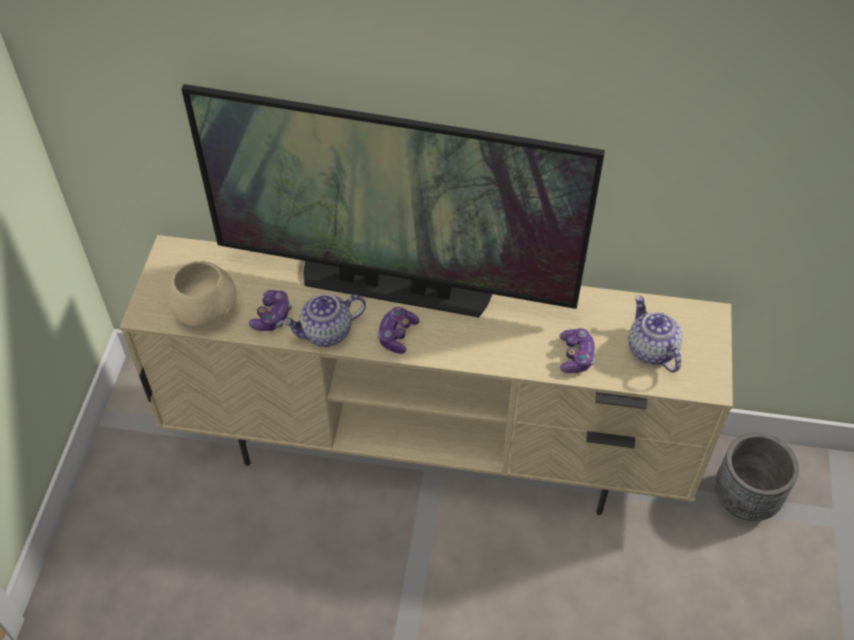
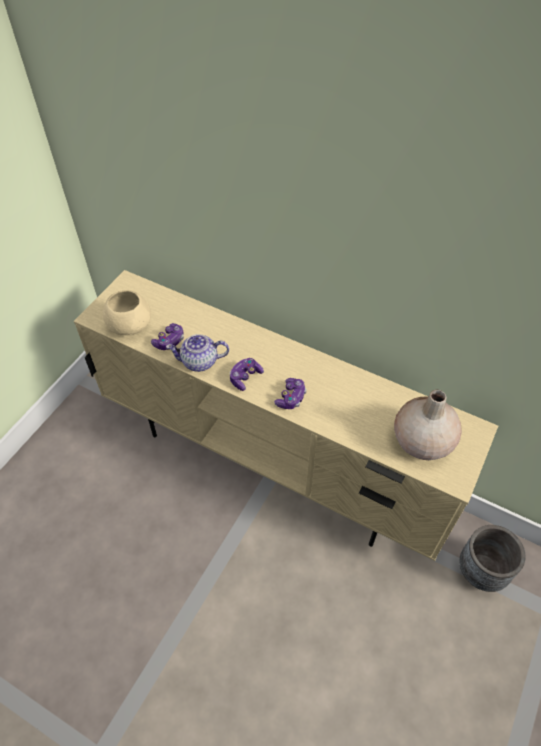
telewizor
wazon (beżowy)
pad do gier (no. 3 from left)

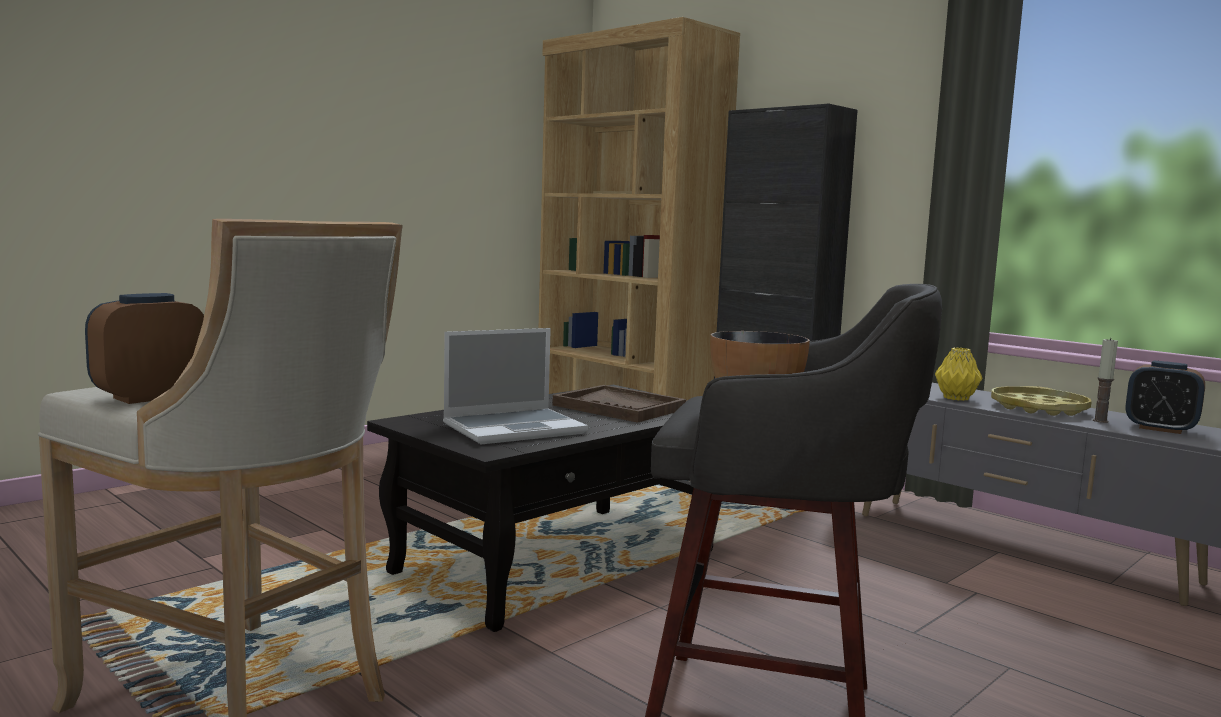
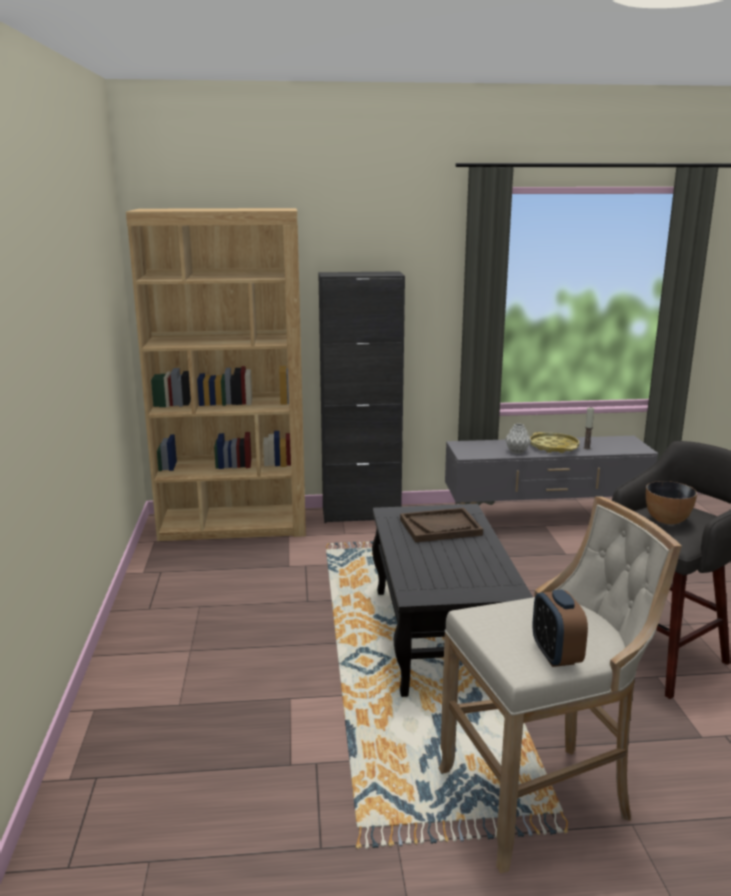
laptop
wazon (szary)
budzik (no. 2 from left in the first image)

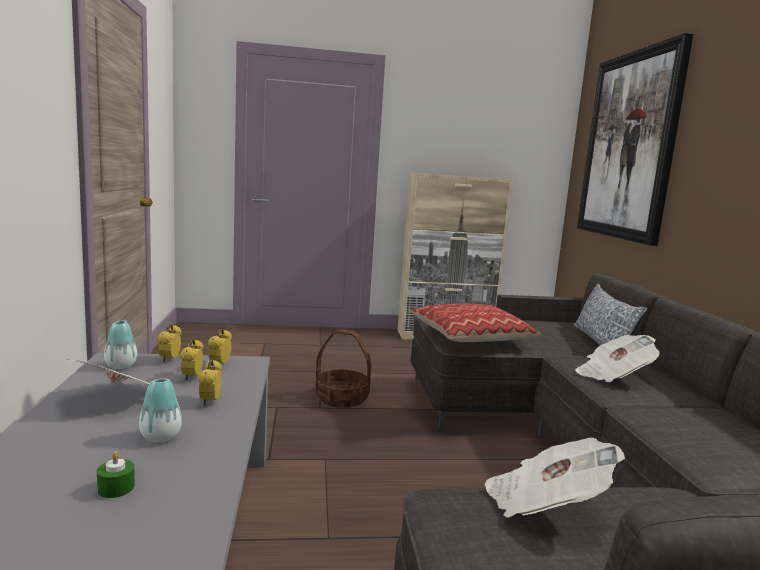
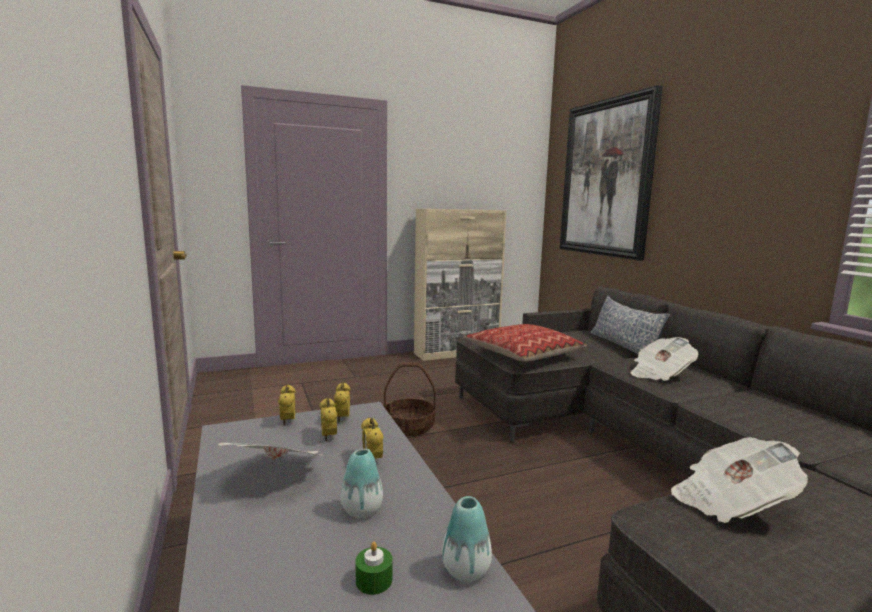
wazon (no. 2 from left)

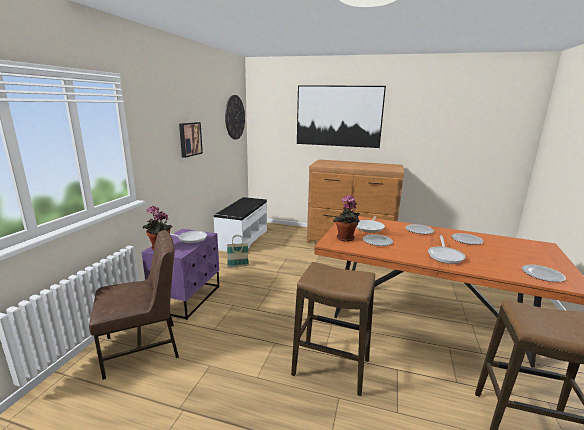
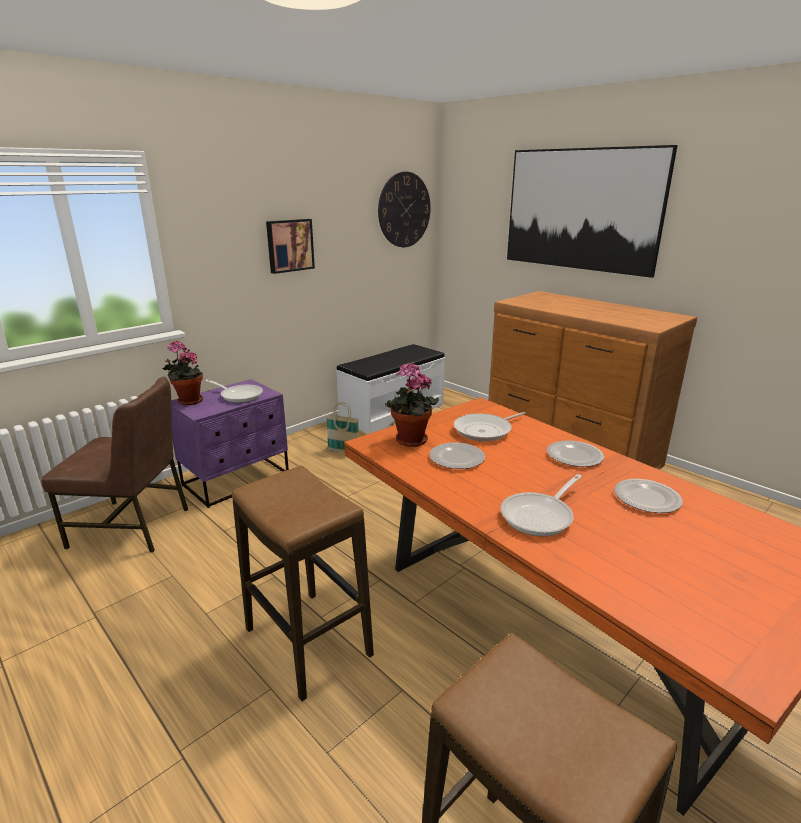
talerz (no. 4 from left in the first image)

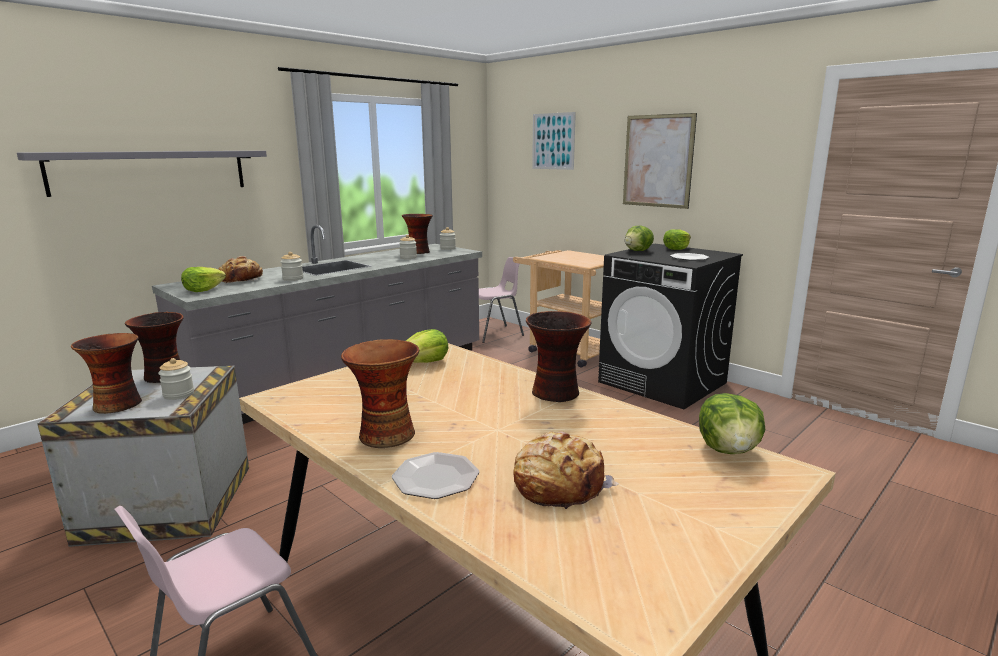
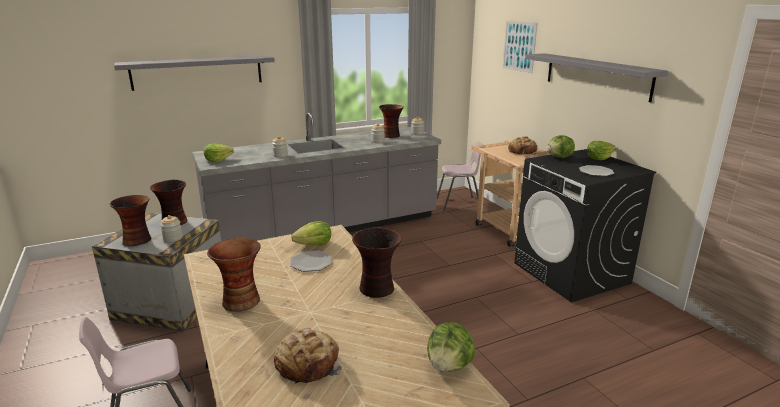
półka (szary) (no. 2 from left)
chleb (no. 2 from left)
talerz (no. 1 from left)

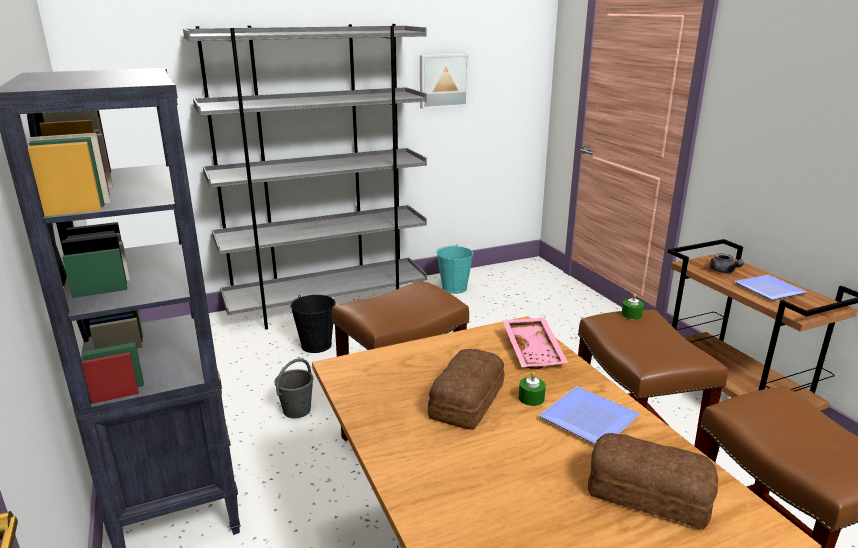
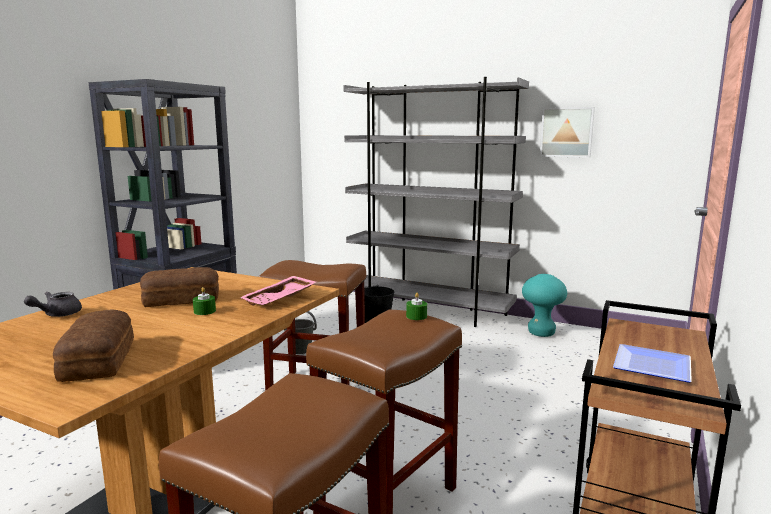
stołek (turkusowy)
imbryk (szary)
talerz (no. 1 from left in the first image)

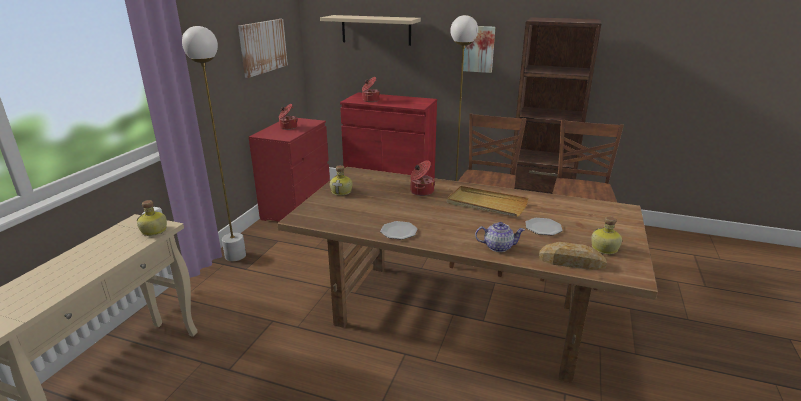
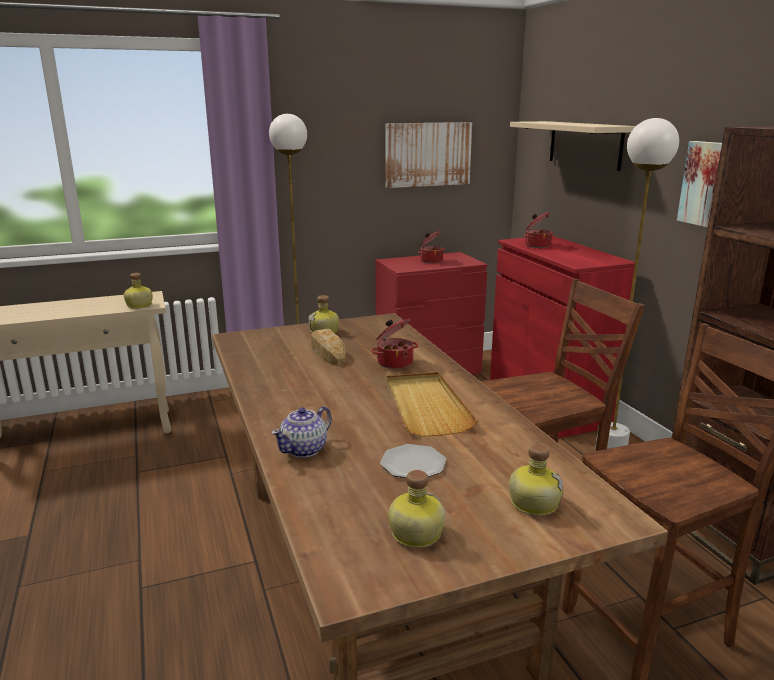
talerz (no. 1 from left in the first image)
imbryk
chleb
butelka (no. 4 from left)

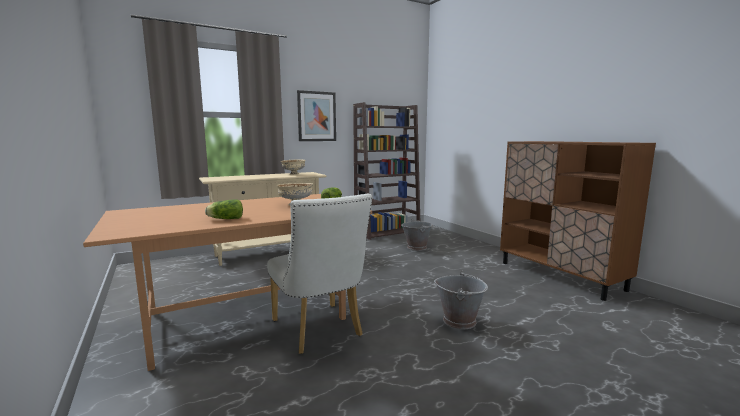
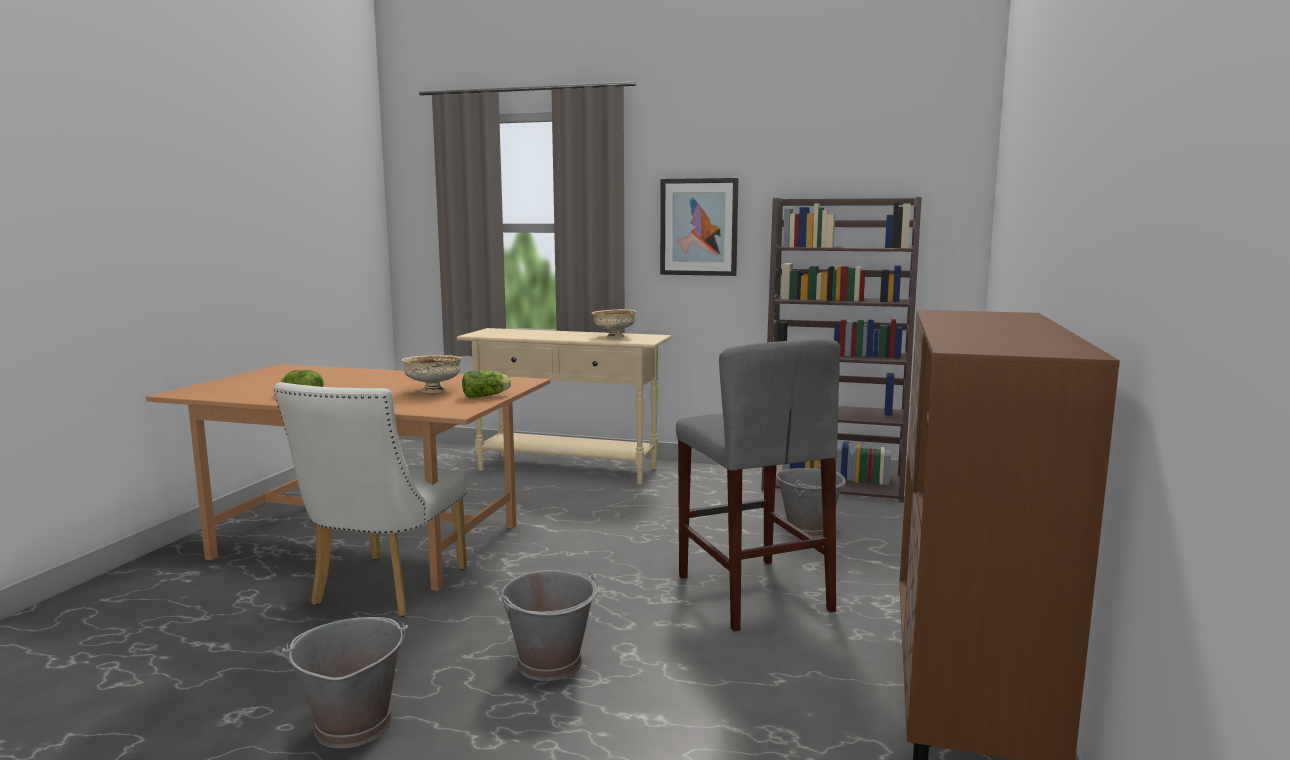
stołek (szary)
wiadro (szary) (no. 1 from left)

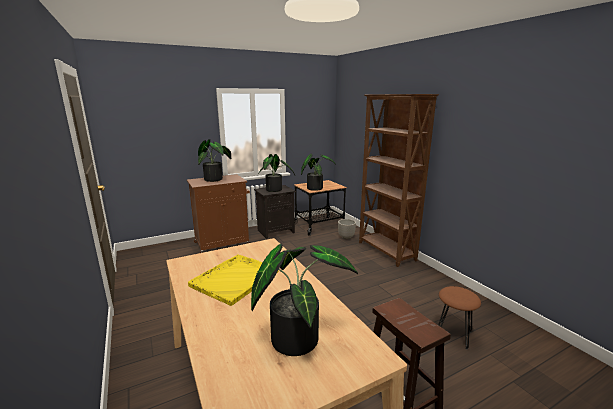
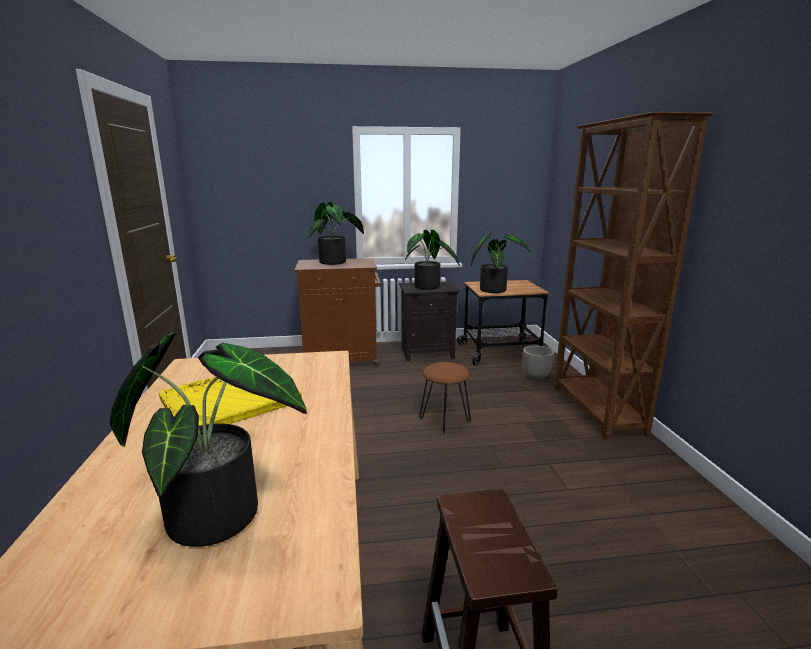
stołek (brązowy) (no. 1 from left)

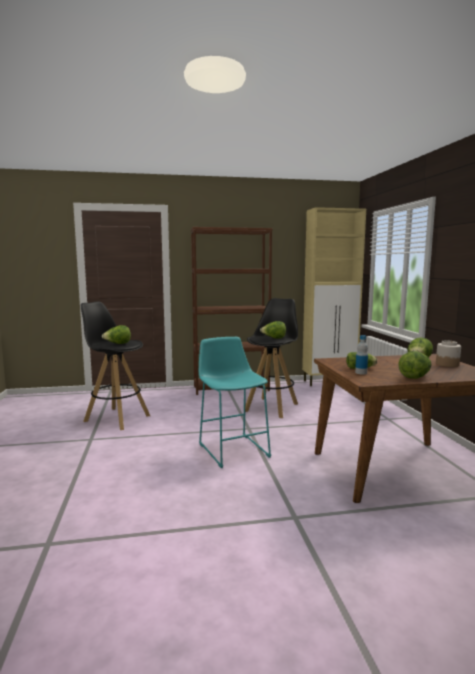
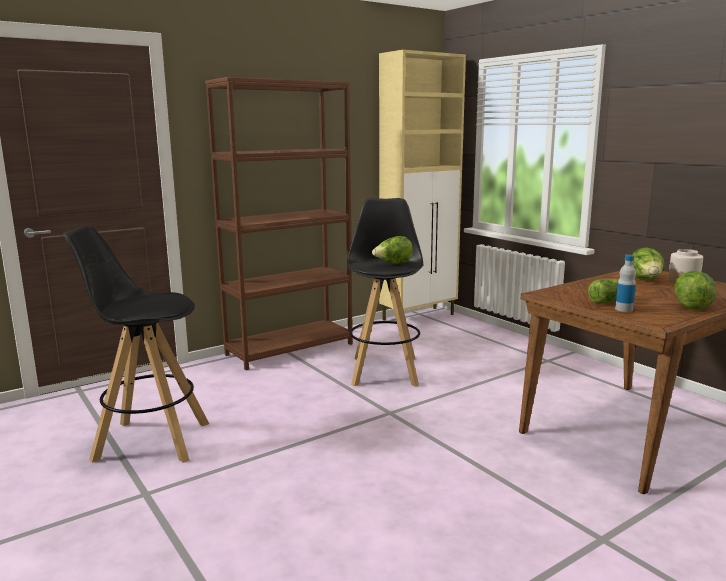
sałata (no. 1 from left in the first image)
stołek (turkusowy)

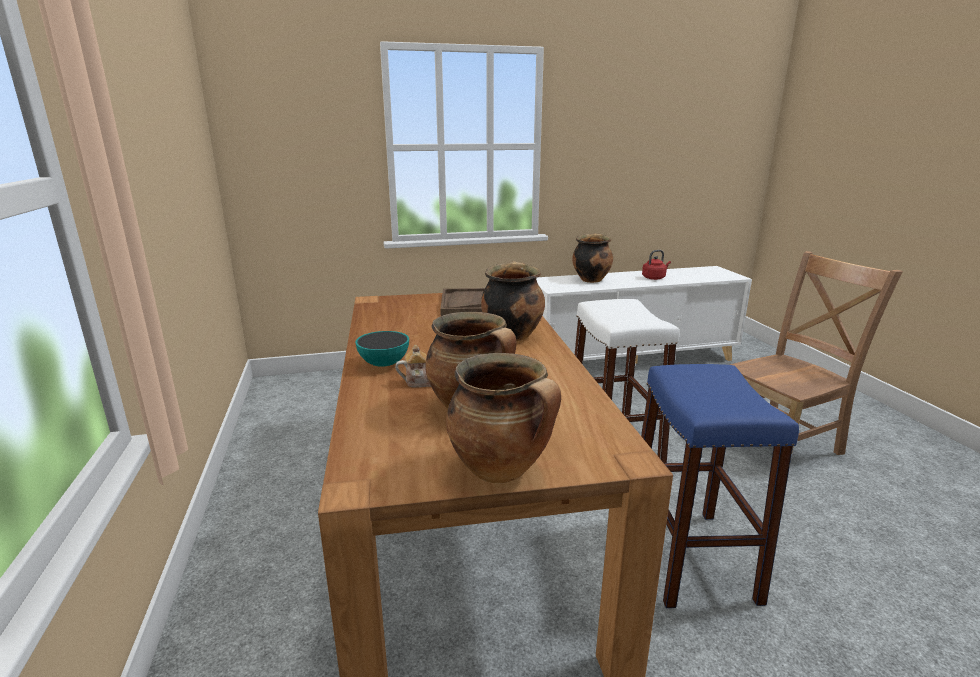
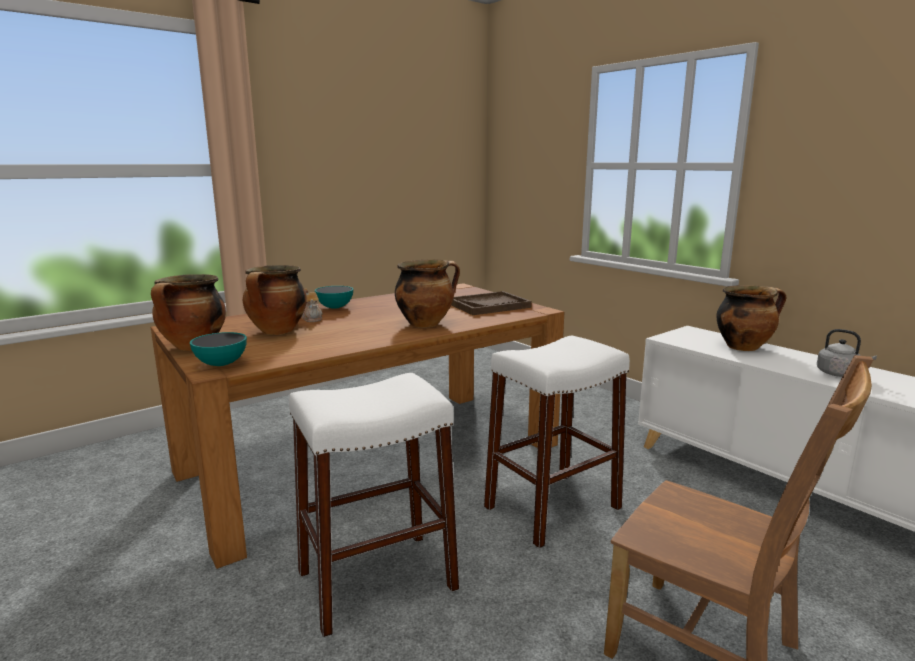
czajnik (szary)
stołek (biały) (no. 1 from left)
miska (no. 1 from left)

